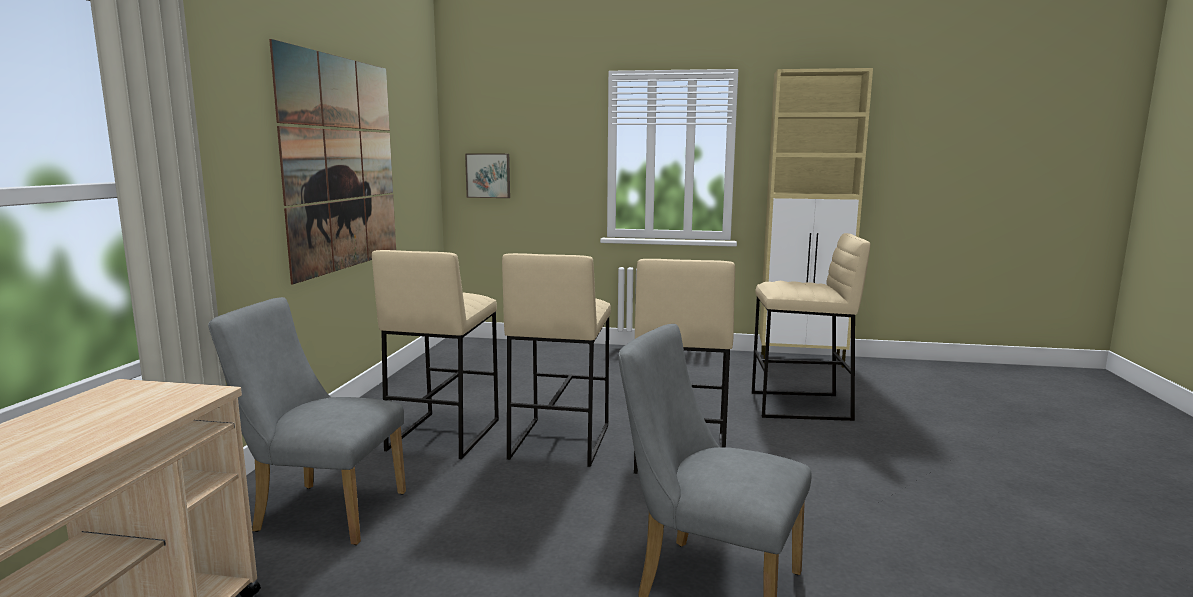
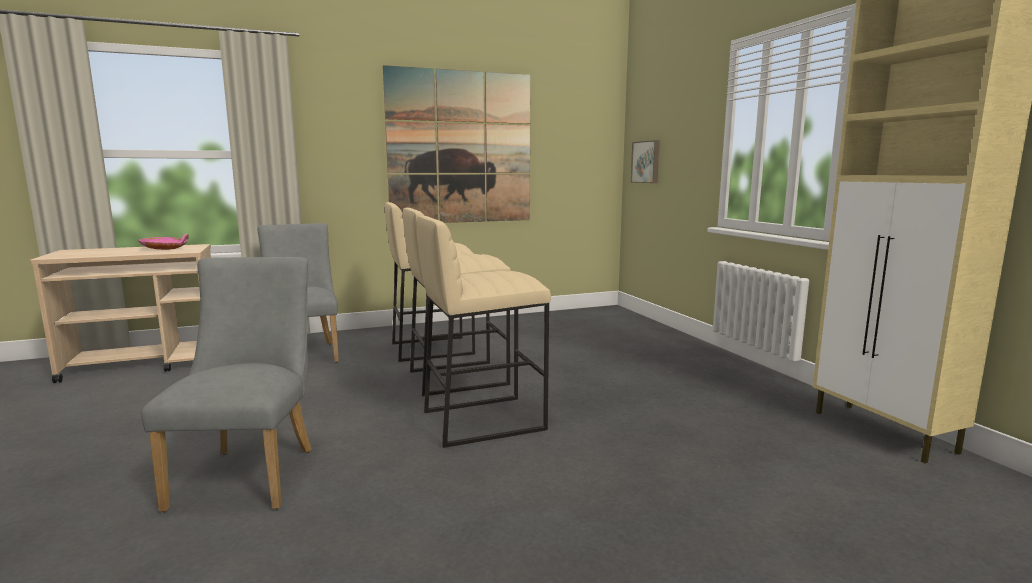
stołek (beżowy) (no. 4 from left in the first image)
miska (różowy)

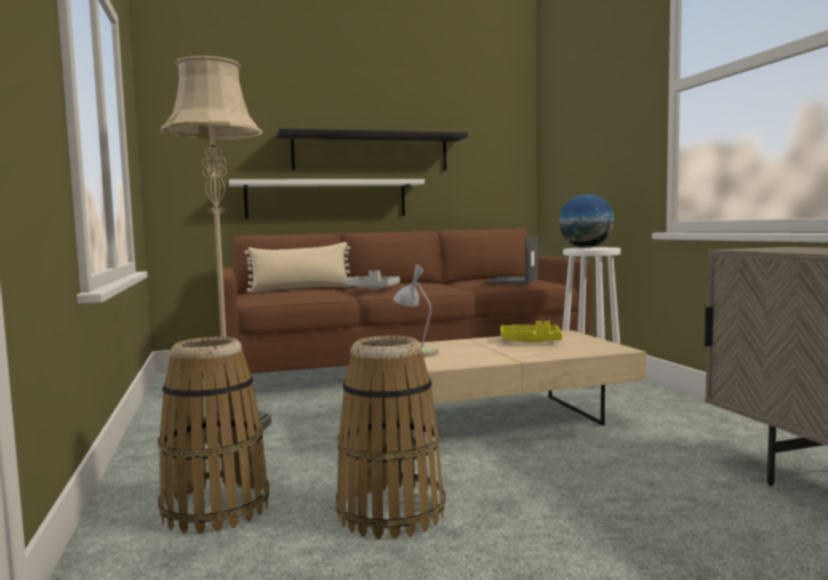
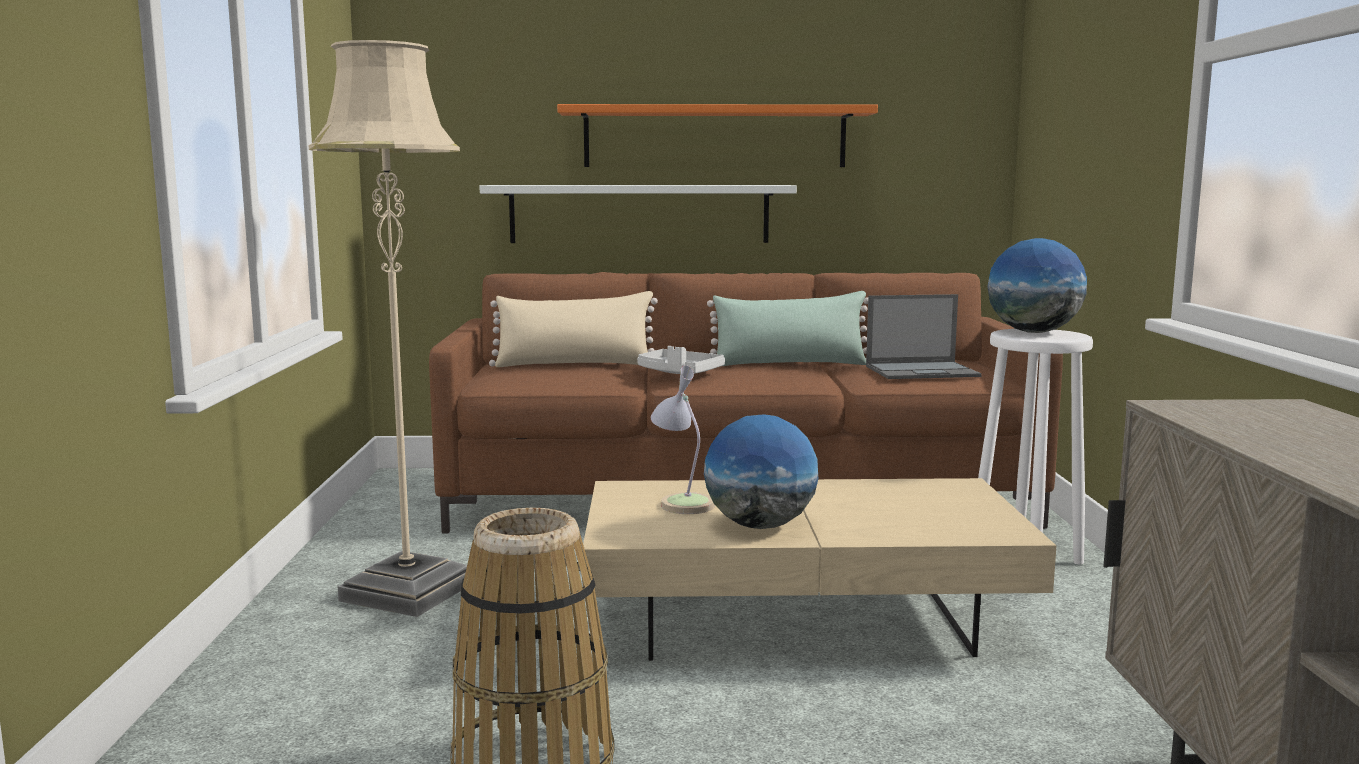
półka (pomarańczowy)
laptop
taca (żółty)
koszyk (no. 1 from left in the first image)
poduszka (zielony)
globus (no. 1 from left)

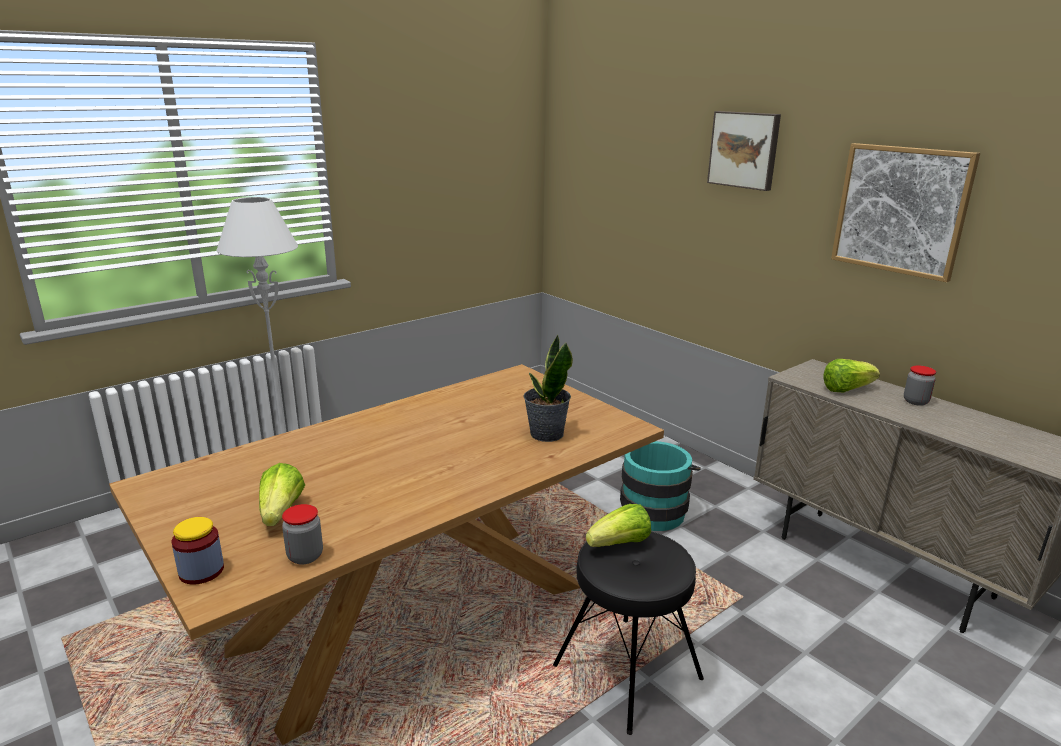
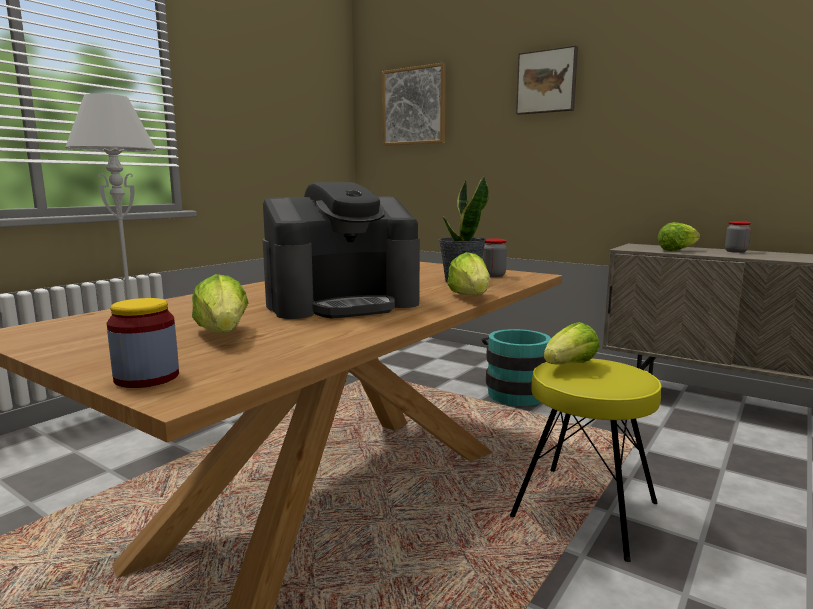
obraz (no. 1 from left)
słoik (no. 2 from left)
stołek (żółty)
ekspres do kawy
sałata (no. 2 from left)

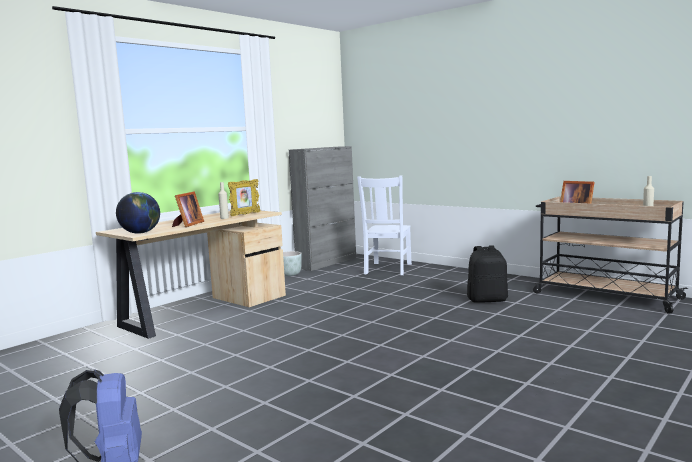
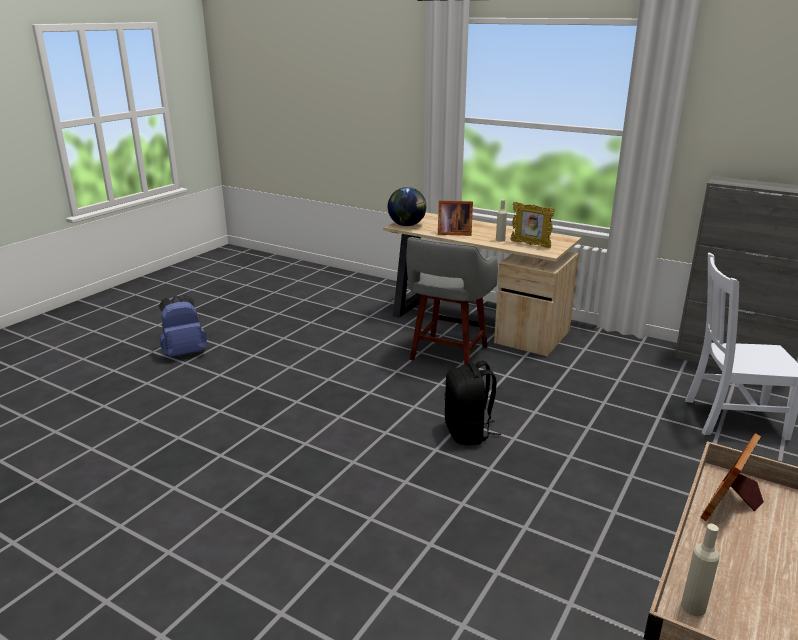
plecak (czarny)
donica (szary)
stołek (szary)

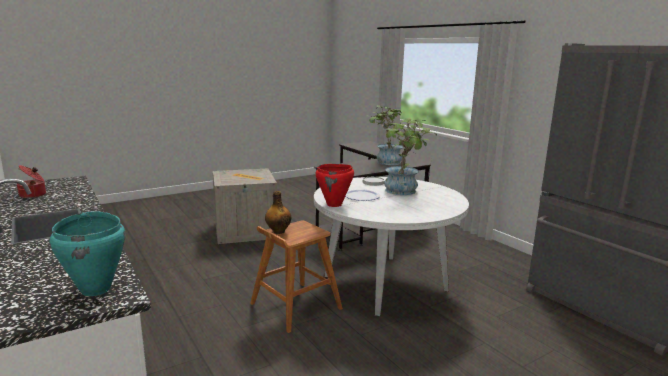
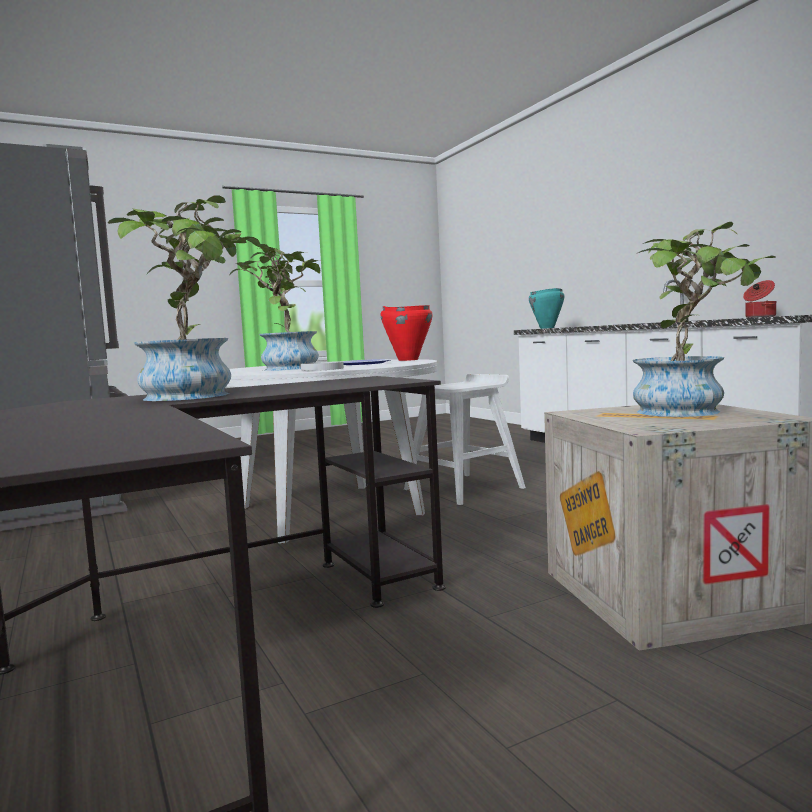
butelka
stołek (biały)
roślina doniczkowa (no. 3 from left)

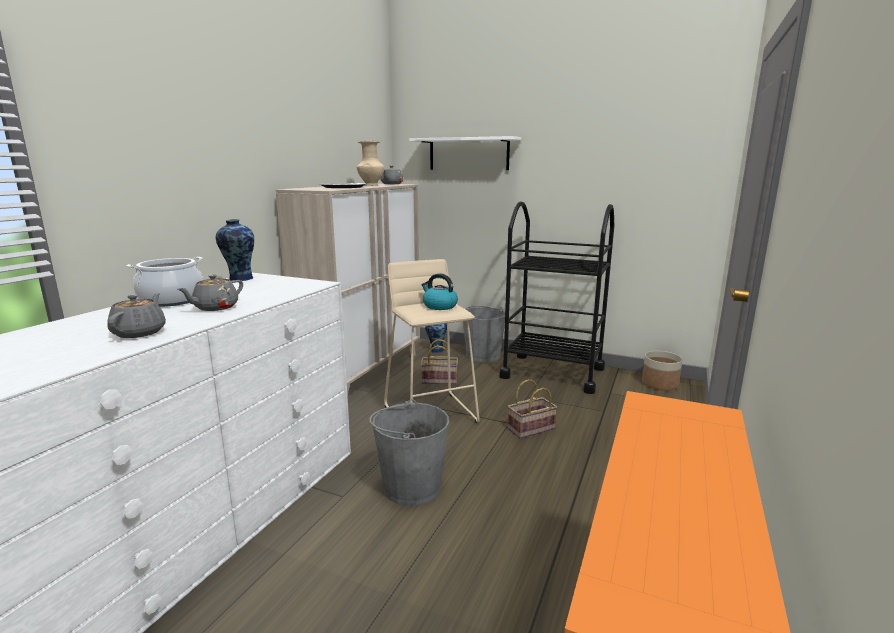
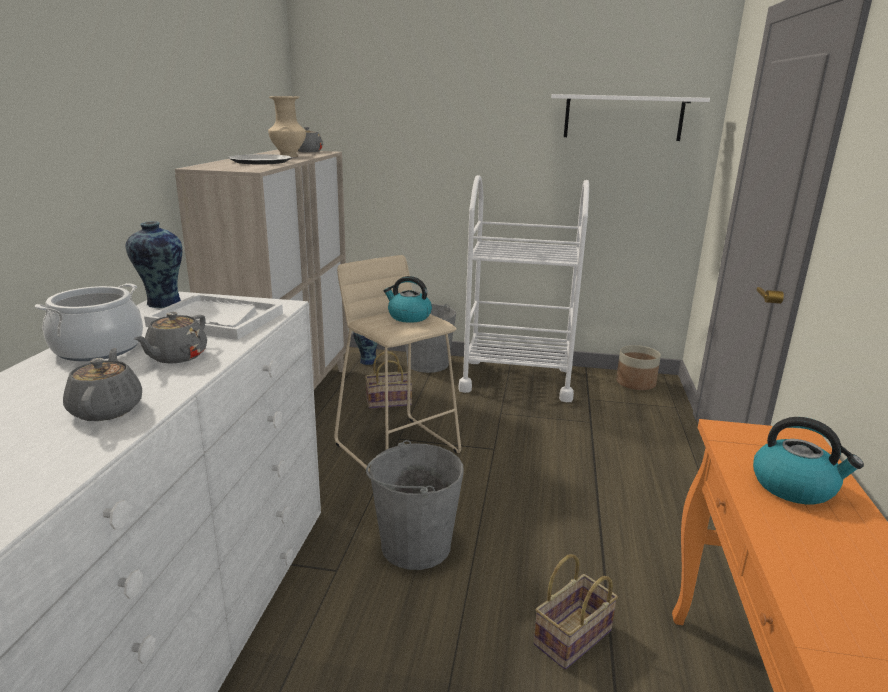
półka (biały)
wózek (biały)
koszyk (no. 2 from left)
taca (biały)
czajnik (no. 2 from left)

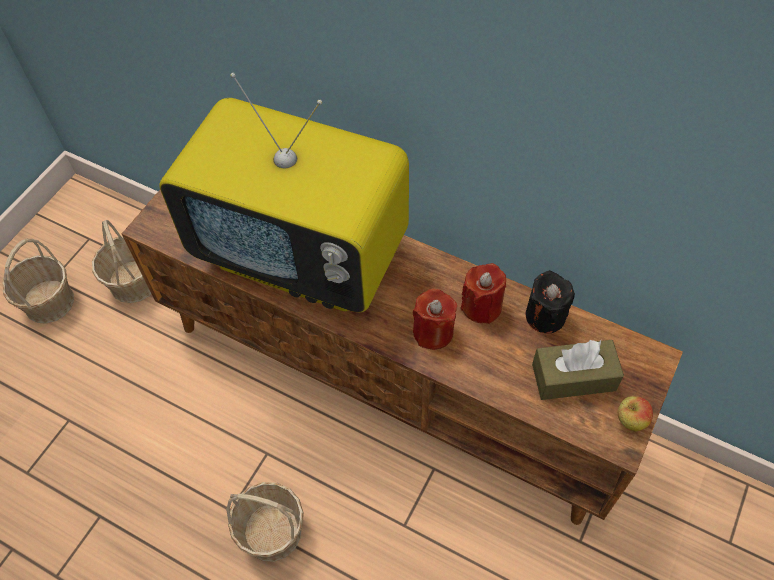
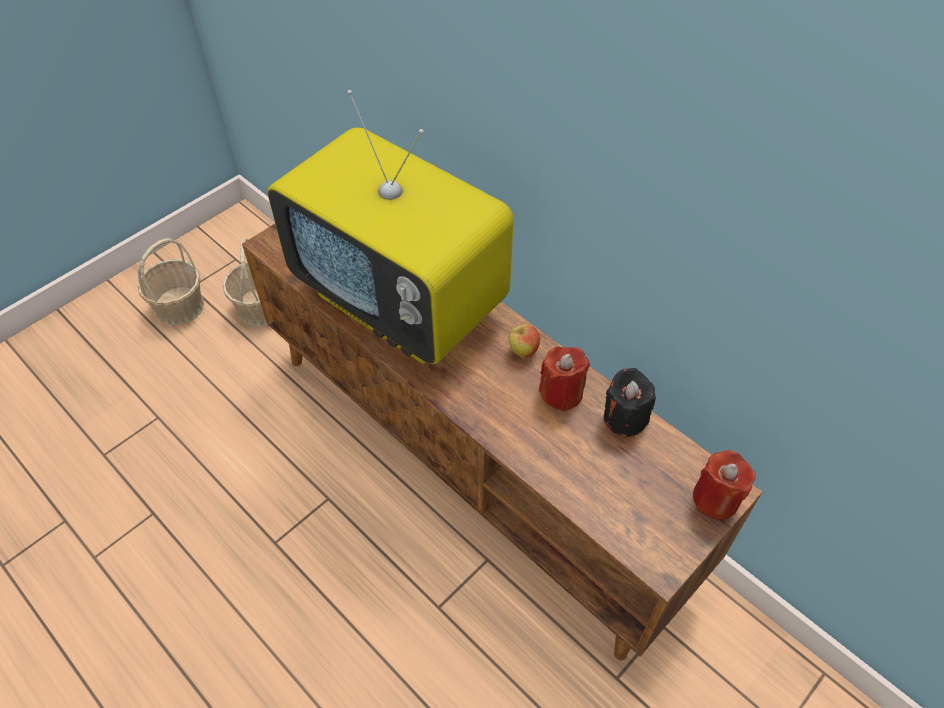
świeca (czerwony) (no. 2 from left)
pudełko chusteczek (brązowy)
jabłko
koszyk (no. 3 from left in the first image)

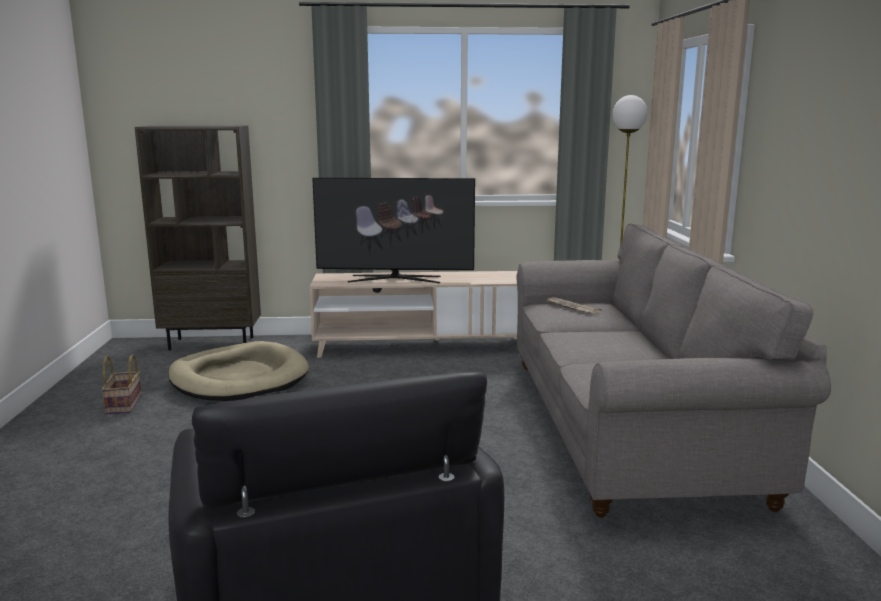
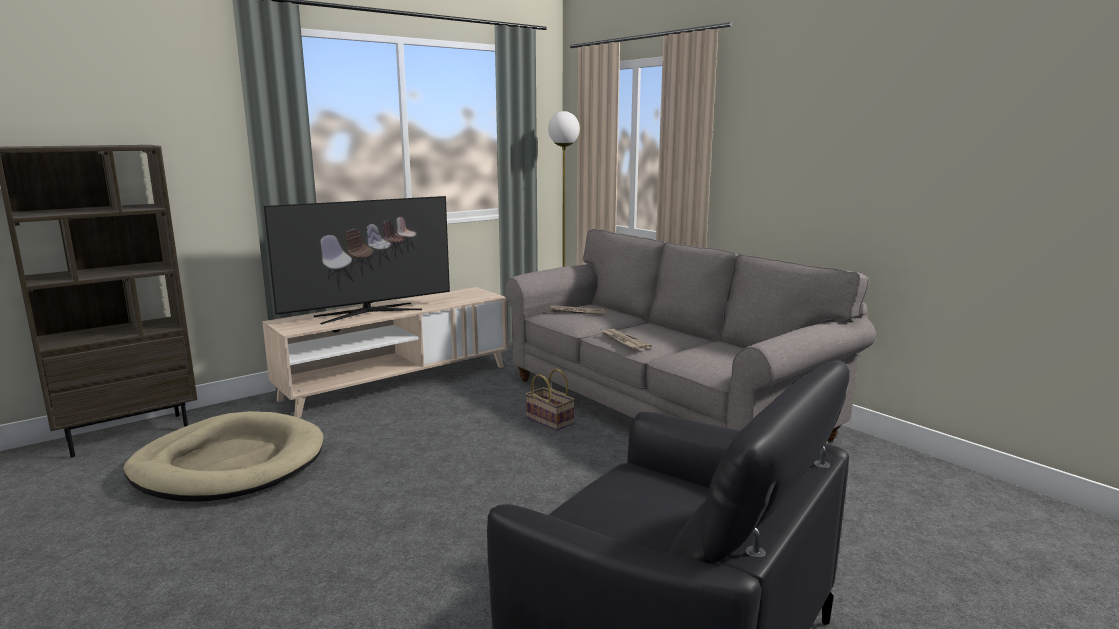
koszyk
gazeta (no. 2 from left)

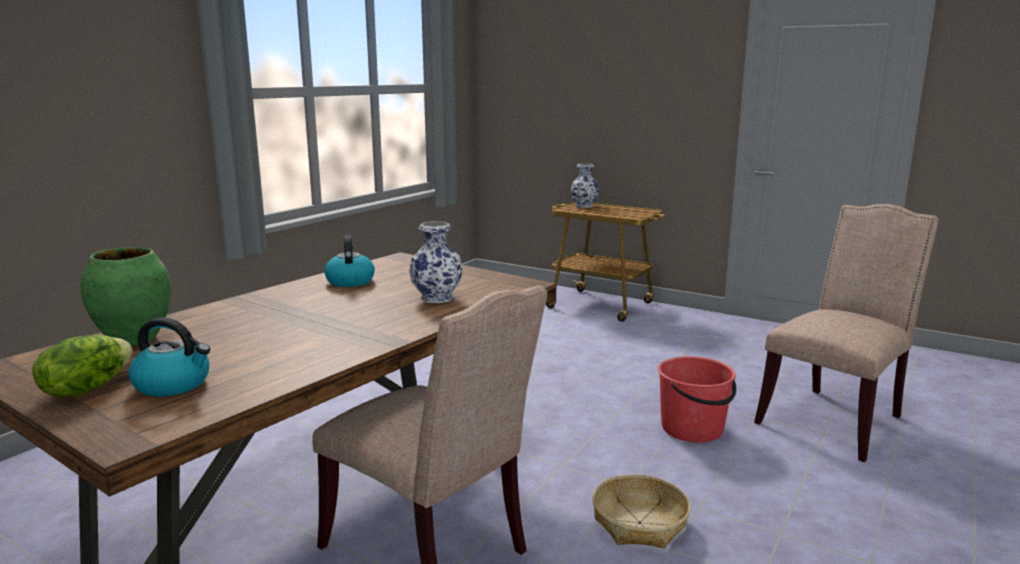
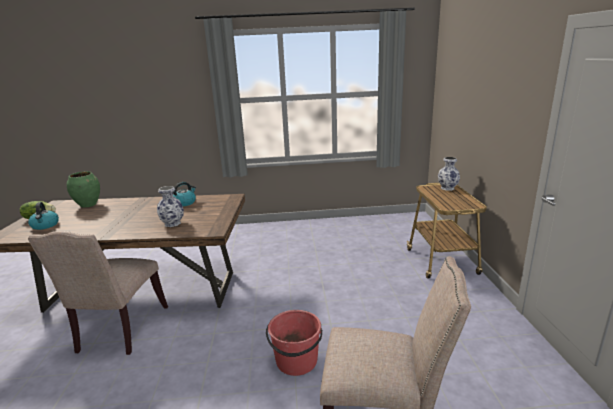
koszyk

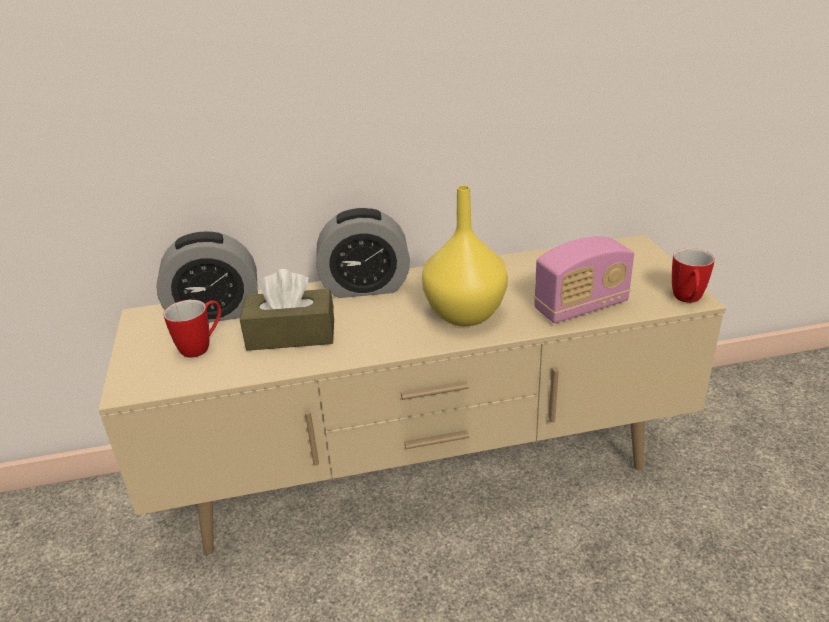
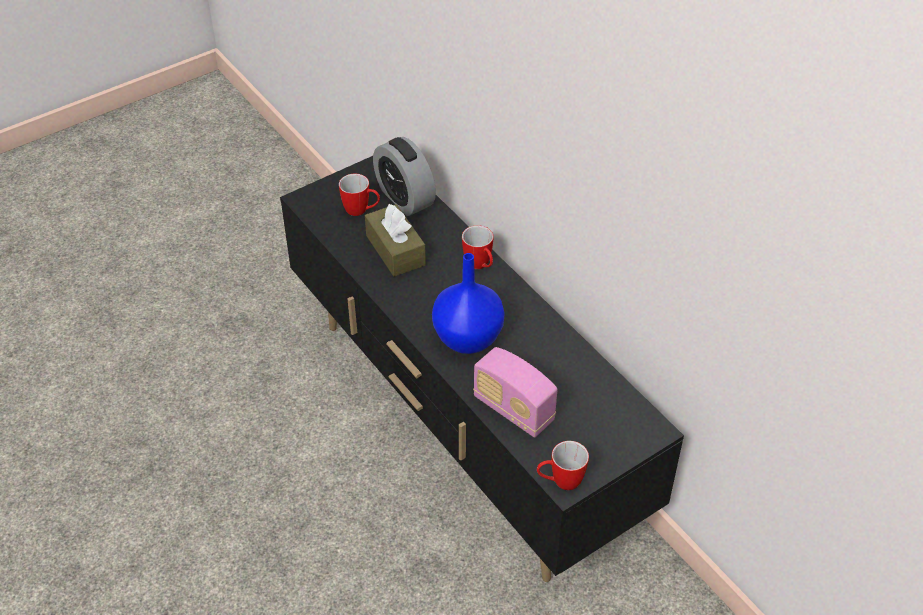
wazon (niebieski)
kubek (no. 2 from left)
szafka pod telewizor (czarny)

